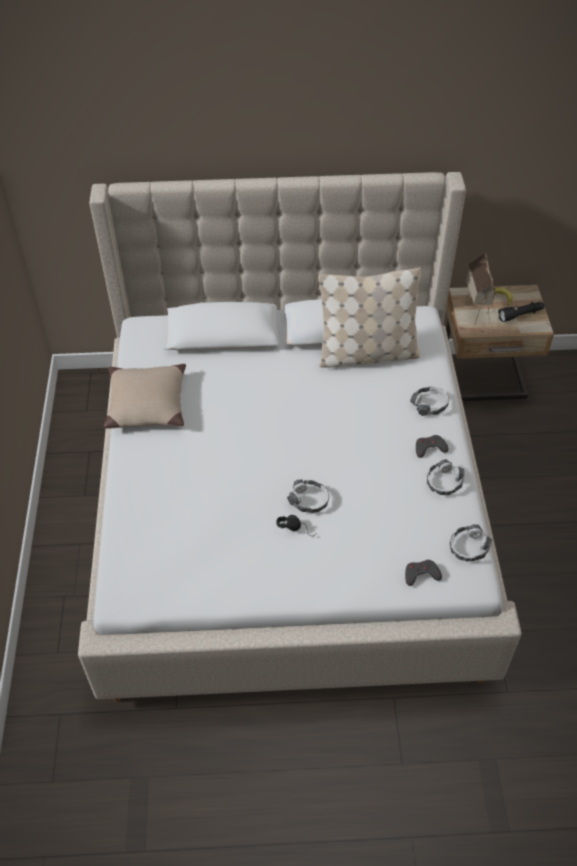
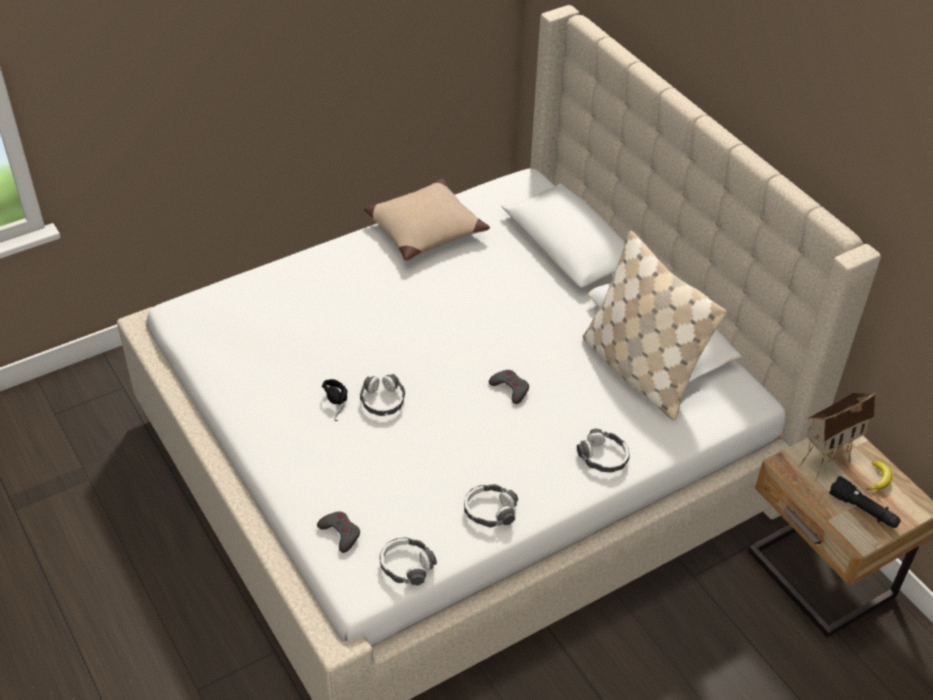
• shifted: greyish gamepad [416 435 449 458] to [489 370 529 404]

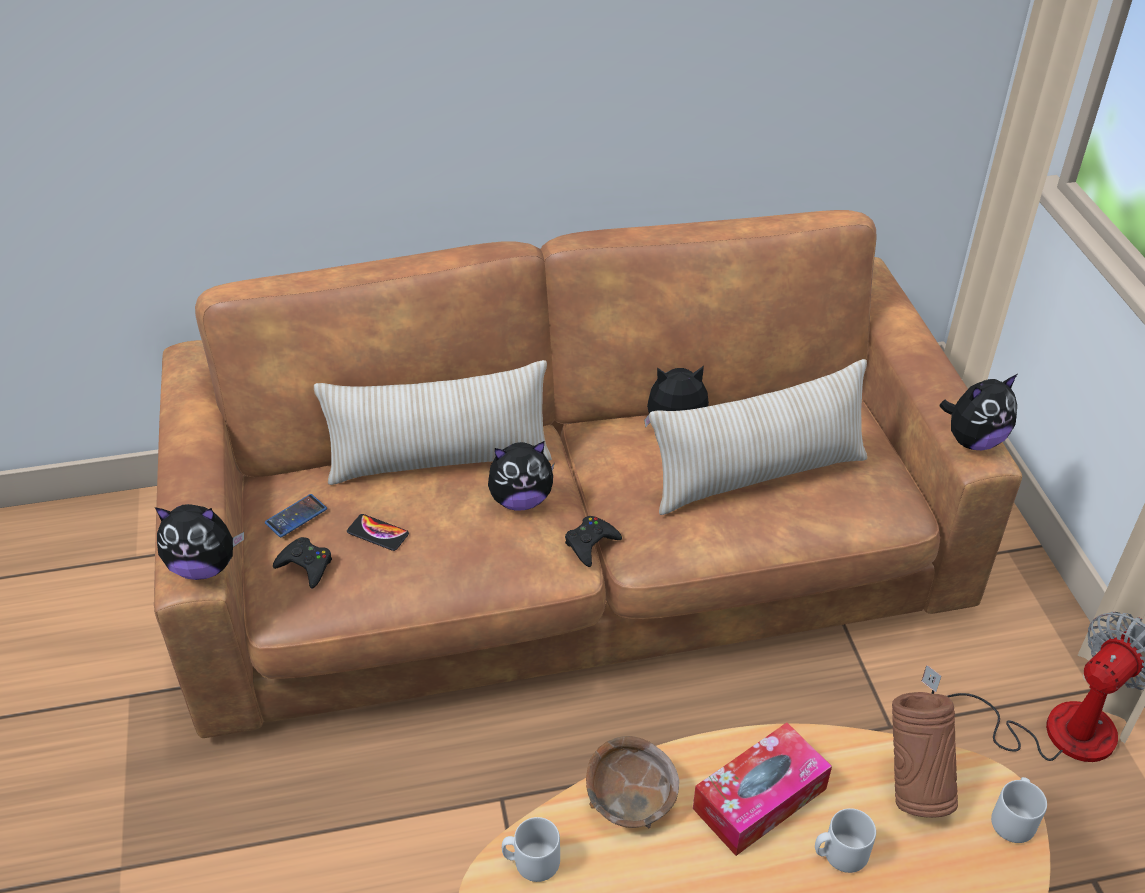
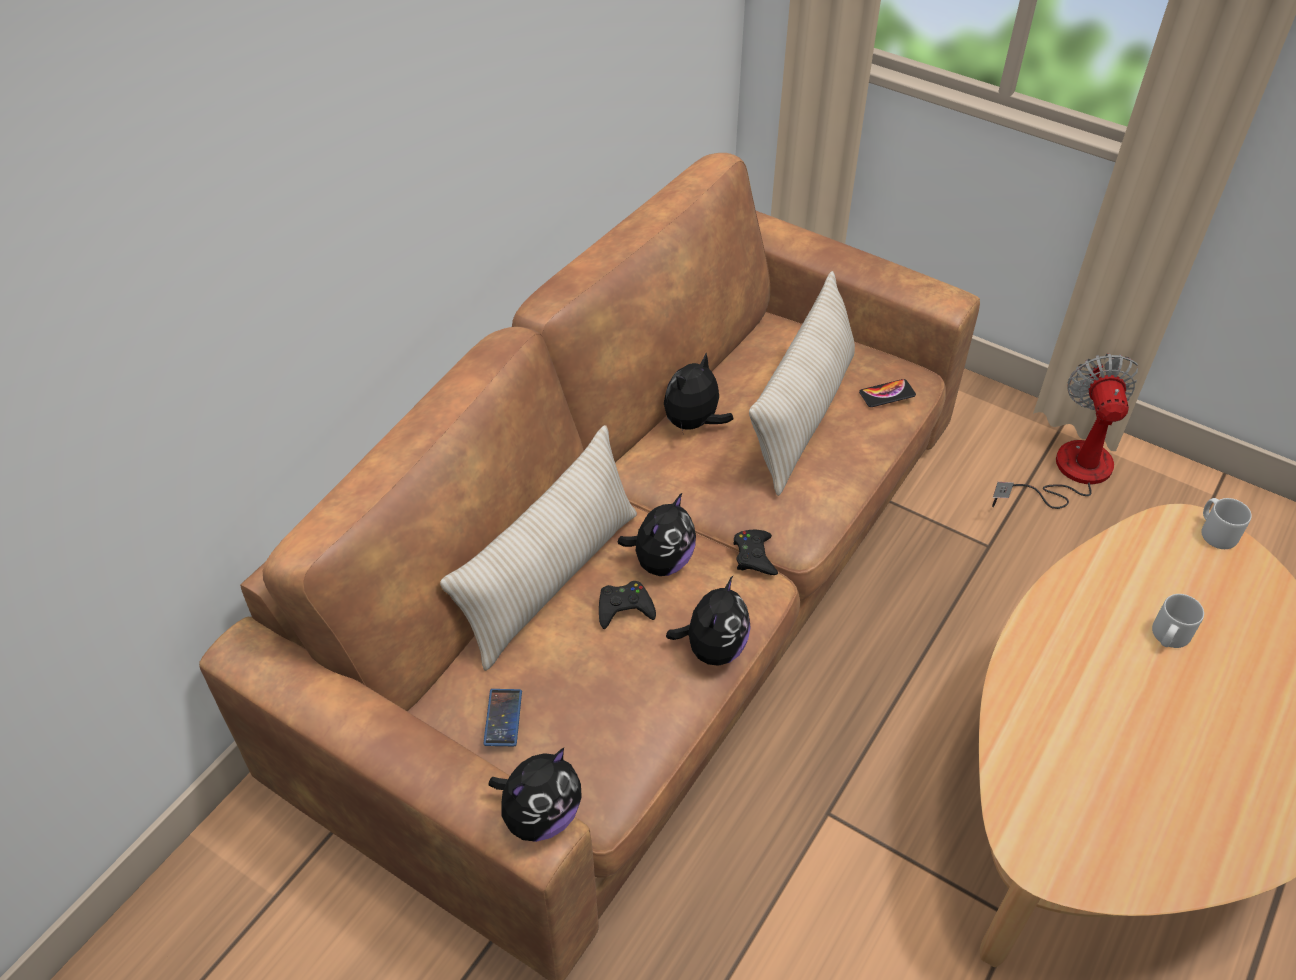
• shifted: black-coloured gamepad [273 537 332 589] to [599 581 656 629]
• shifted: plush toy [940 374 1017 450] to [666 576 751 666]
• shifted: phone [347 514 409 551] to [859 379 916 407]
• gone: greyish tea mug [502 817 560 882]
• gone: brownish bowl [586 736 679 828]
• gone: tissue holder [693 723 832 856]
• gone: brownish flower vase [892 692 958 818]

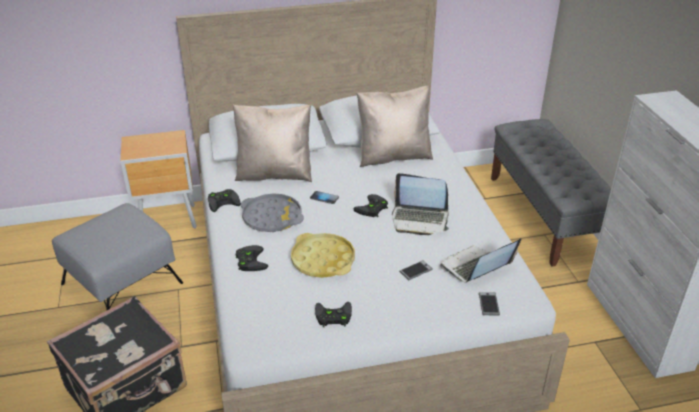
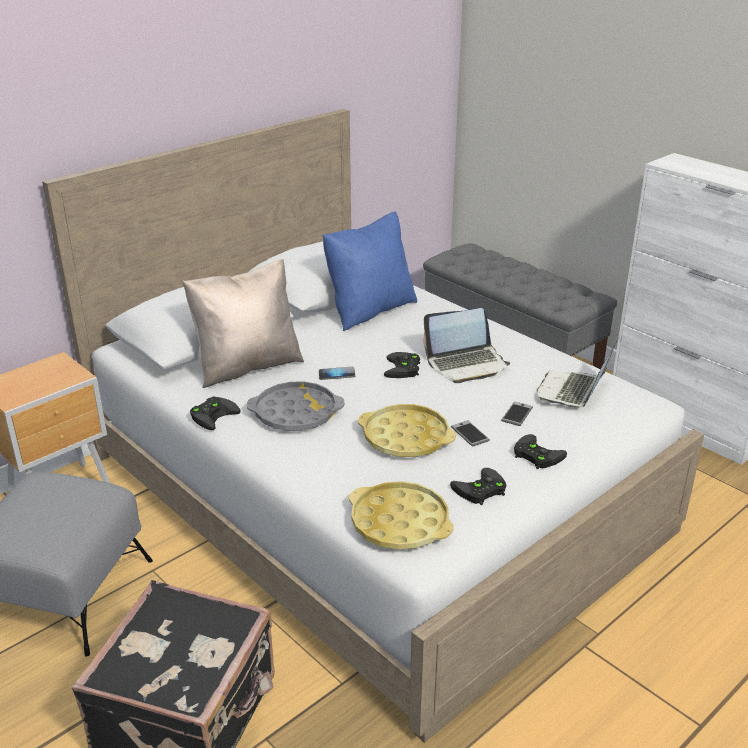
• repainted: beige cushion [357 86 433 167] to blue-coloured cushion [323 212 417 331]
• new: yellow-coloured tray [349 481 454 550]
• shifted: phone [479 292 500 315] to [451 421 490 447]
• shifted: black-coloured gamepad [236 245 268 271] to [514 434 567 469]

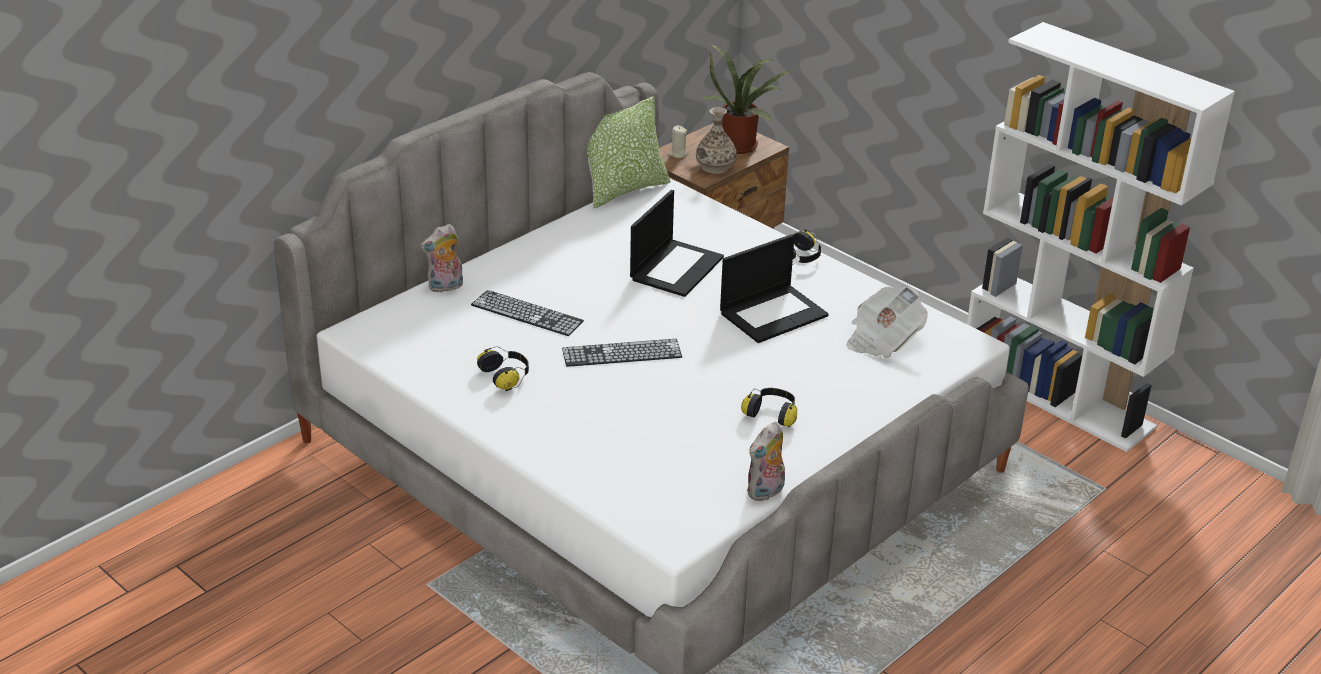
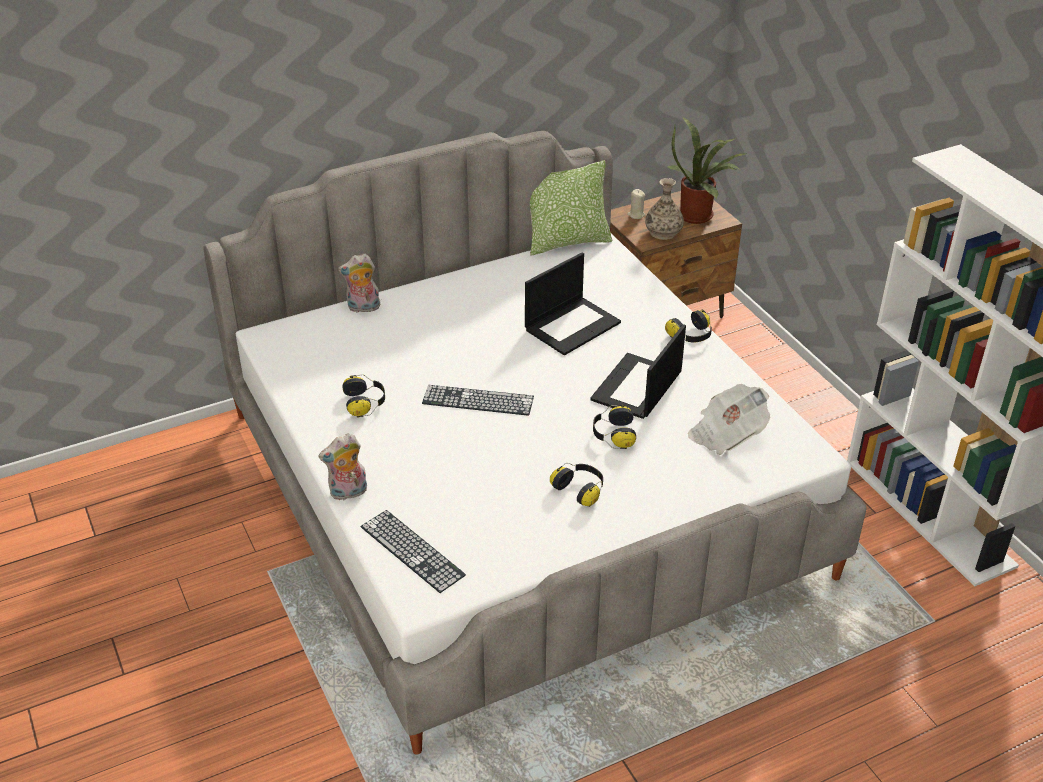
• shifted: plush toy [747 422 785 501] to [318 433 367 501]
• shifted: keyboard [471 290 584 336] to [360 510 466 593]
• rotated: portable computer [720 234 829 343] = [590 324 686 419] 135 degrees clockwise
• new: pair of headphones [593 405 636 449]

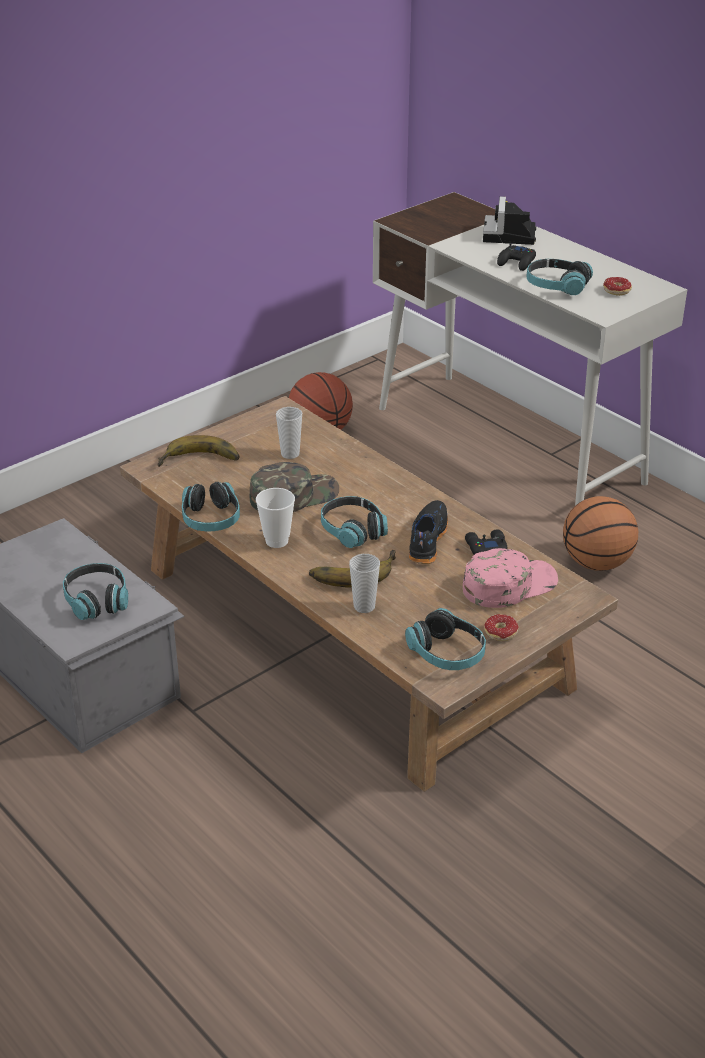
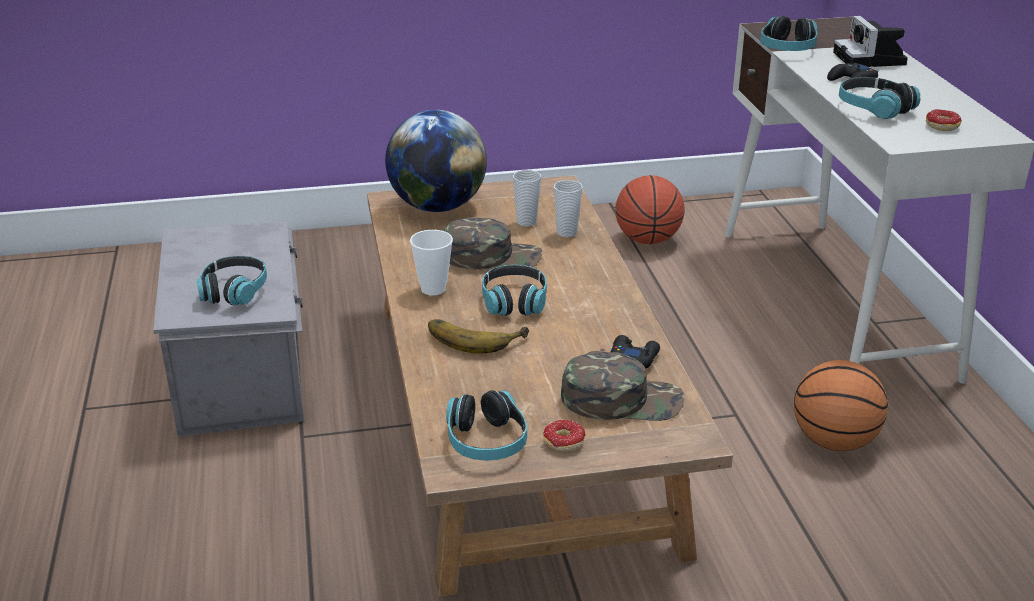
• swapped: whole banana [158 435 239 467] to desk globe [385 110 487 212]
• shifted: small cup [349 554 380 613] to [554 180 583 237]
• repainted: pink cap [463 548 558 608] to greenish cap [561 351 684 421]
• shifted: pair of headphones [182 482 240 532] to [760 15 818 51]
• rotated: photo camera [483 196 536 245] = [833 16 908 67] 45 degrees counterclockwise
• gone: black-coloured low shoe [409 500 448 564]

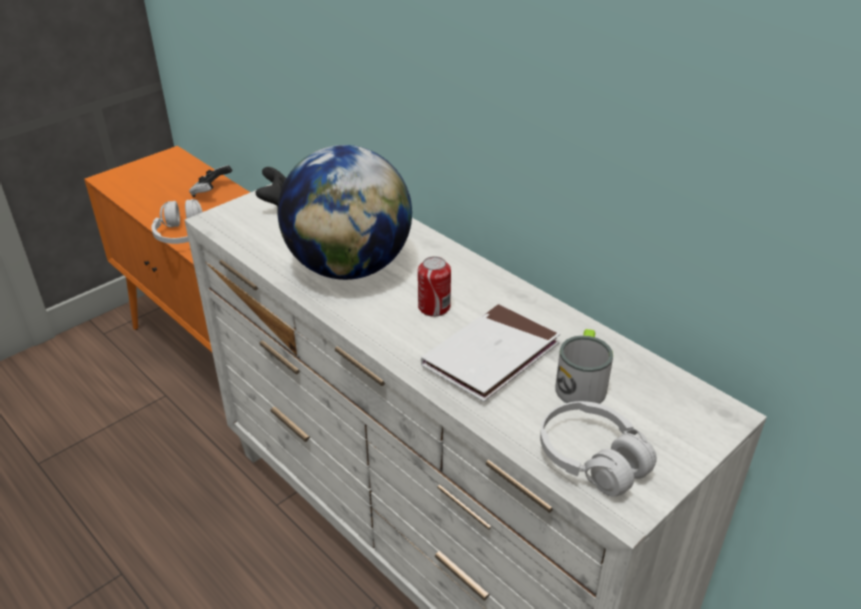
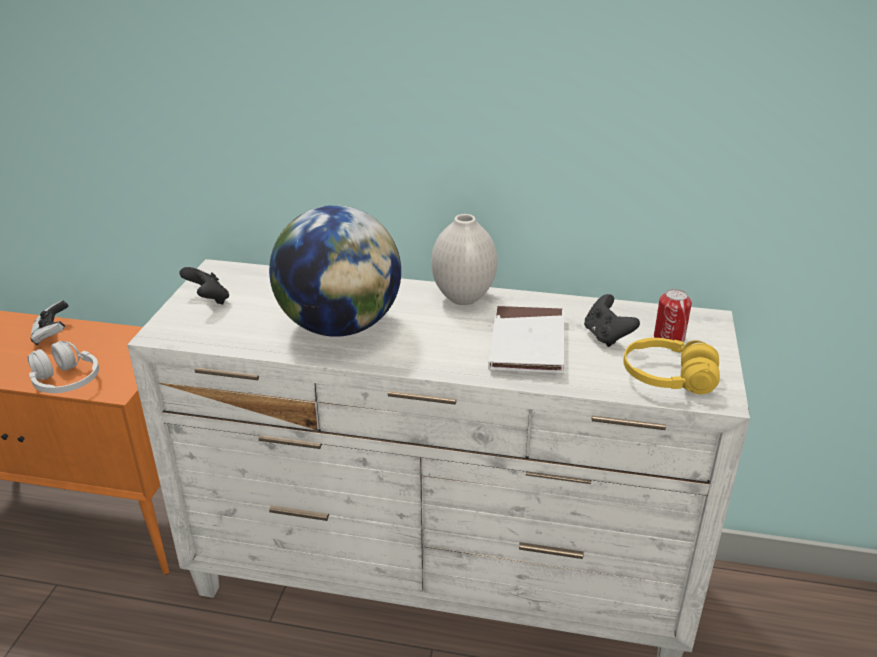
• new: white flower vase [431 214 497 305]
• swapped: tea mug [555 329 613 404] to black-coloured gamepad [584 294 640 347]
• repainted: white pair of headphones [540 401 657 497] to yellow-coloured pair of headphones [623 338 720 394]
• shifted: sealed can [418 256 451 317] to [654 289 692 342]

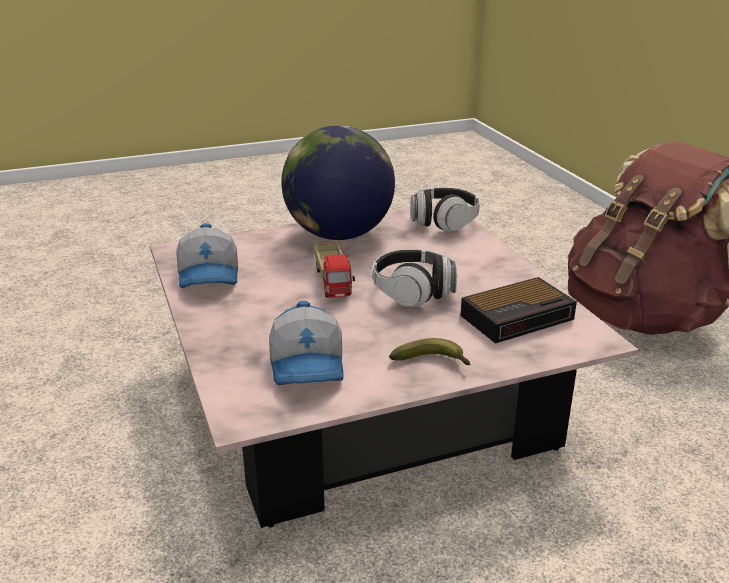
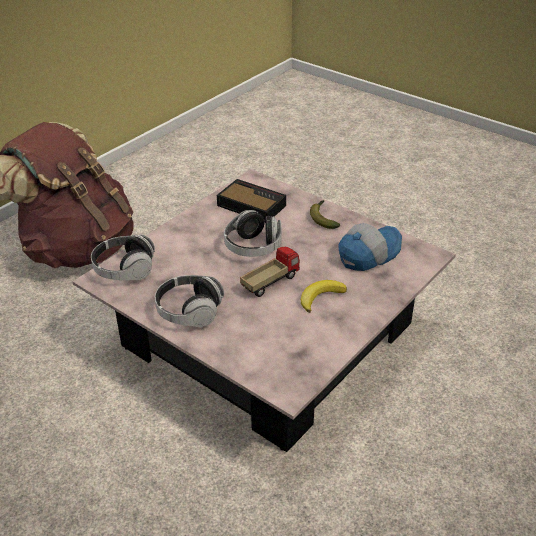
• swapped: desk globe [281 125 395 240] to pair of headphones [155 275 224 327]
• new: whole banana [301 280 347 313]
• gone: cap [176 223 238 288]

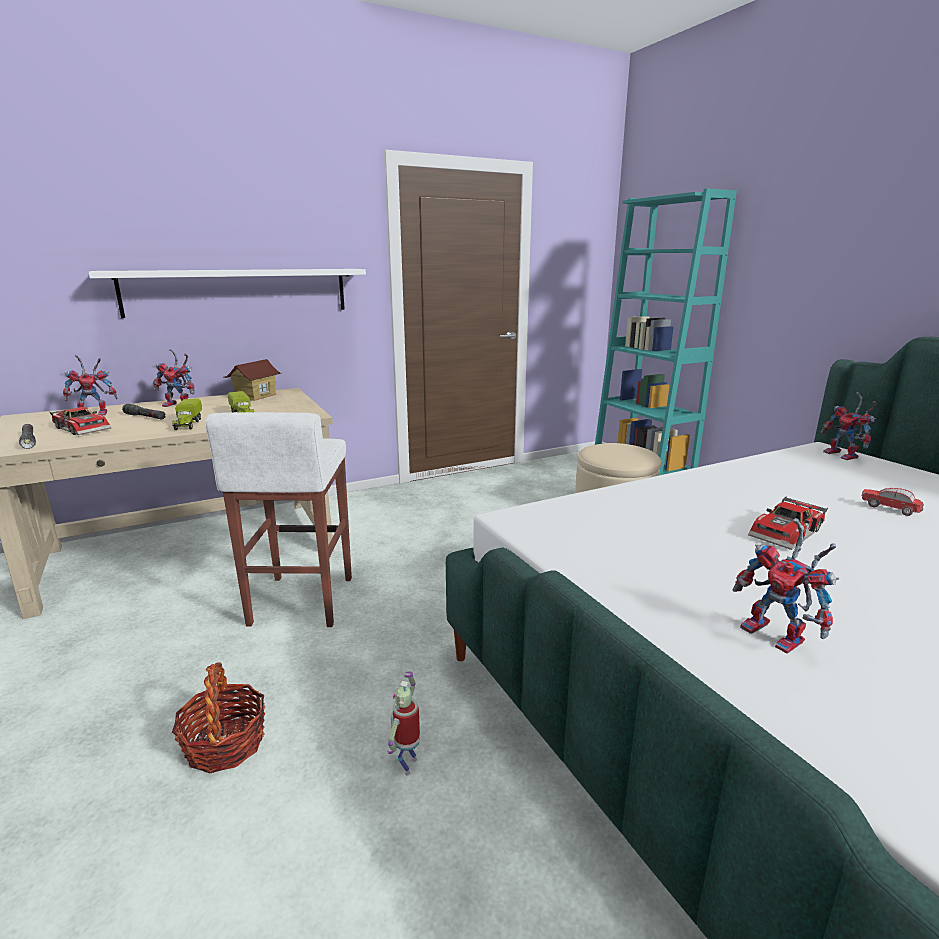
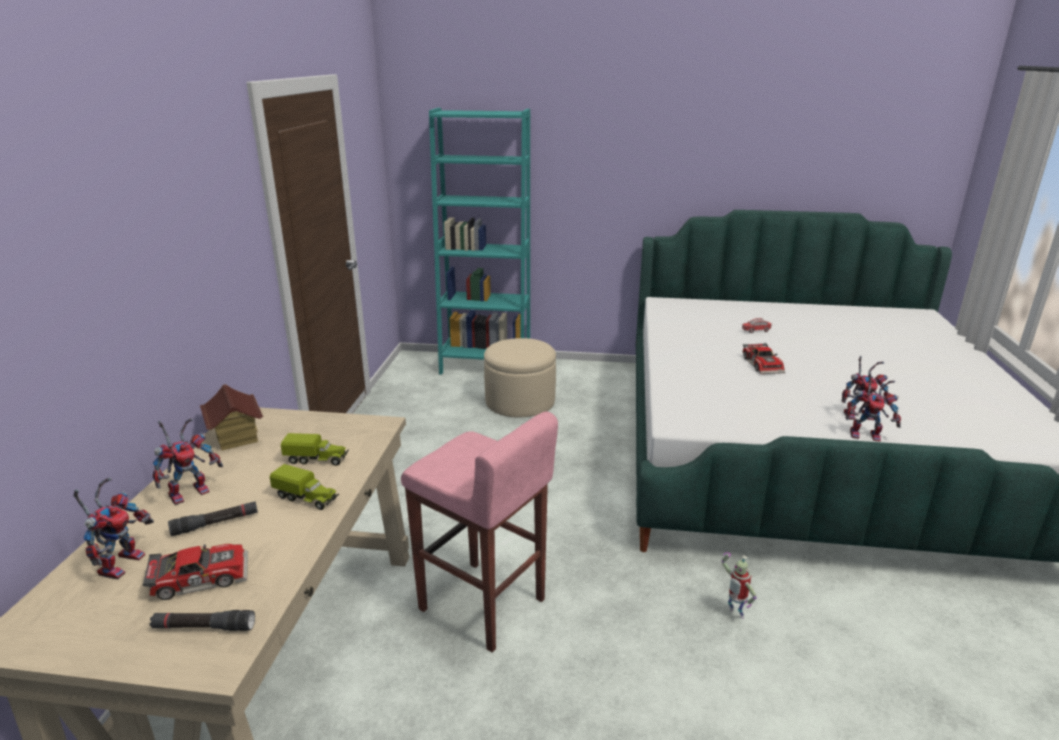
• repainted: white stool seat [205 412 352 627] to pink stool seat [401 411 558 653]
• shifted: robot figure [821 392 877 460] to [846 372 901 442]
• gone: white bracket shelf [88 269 366 318]
• gone: basket [172 663 266 774]

